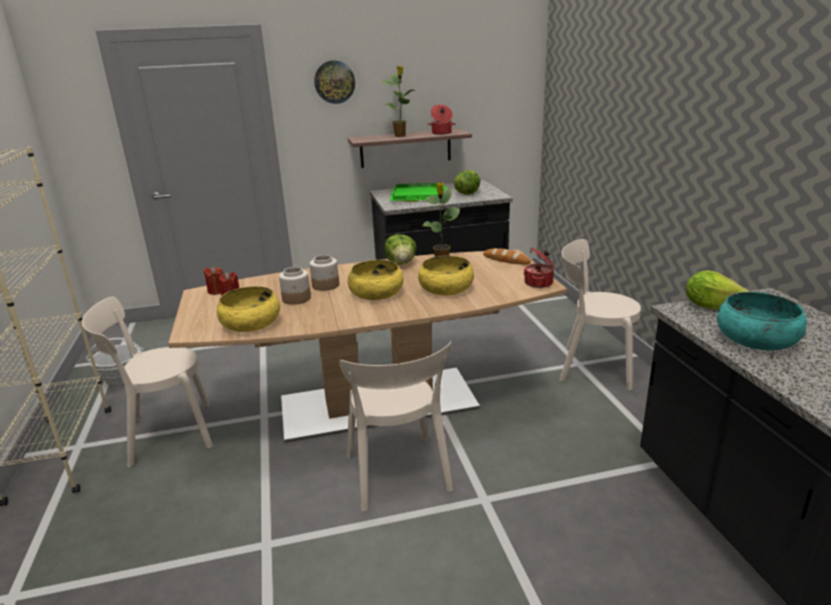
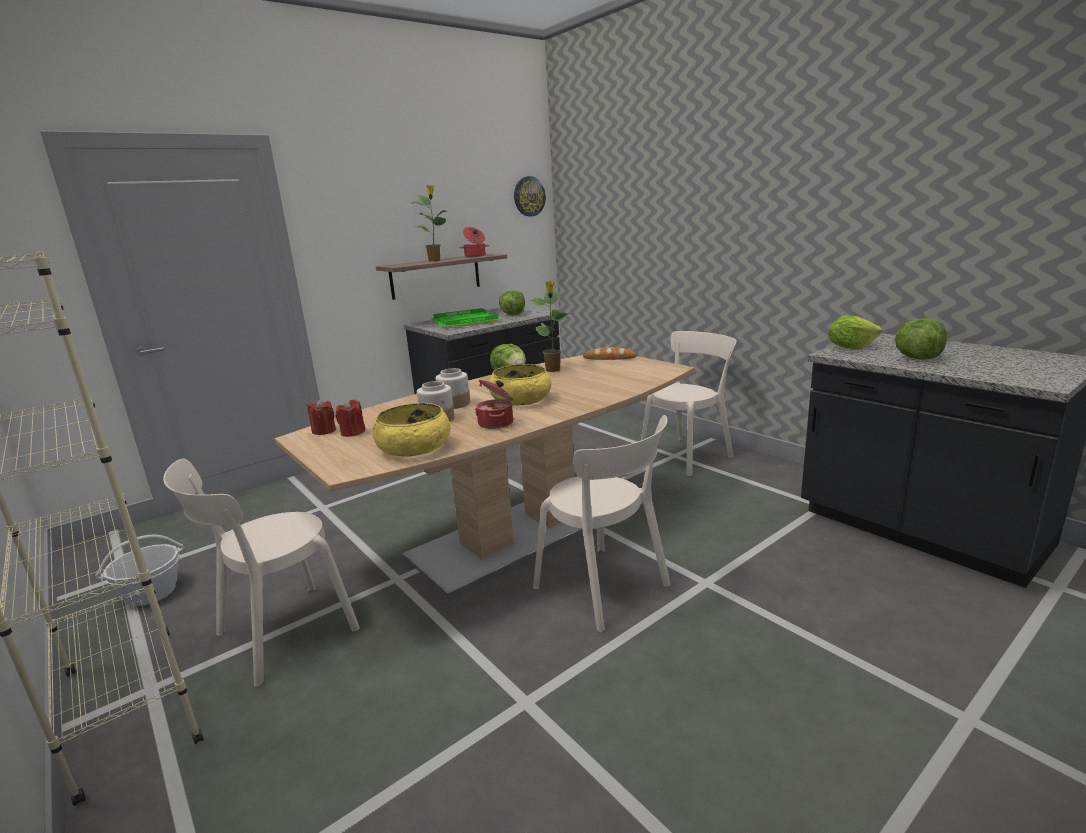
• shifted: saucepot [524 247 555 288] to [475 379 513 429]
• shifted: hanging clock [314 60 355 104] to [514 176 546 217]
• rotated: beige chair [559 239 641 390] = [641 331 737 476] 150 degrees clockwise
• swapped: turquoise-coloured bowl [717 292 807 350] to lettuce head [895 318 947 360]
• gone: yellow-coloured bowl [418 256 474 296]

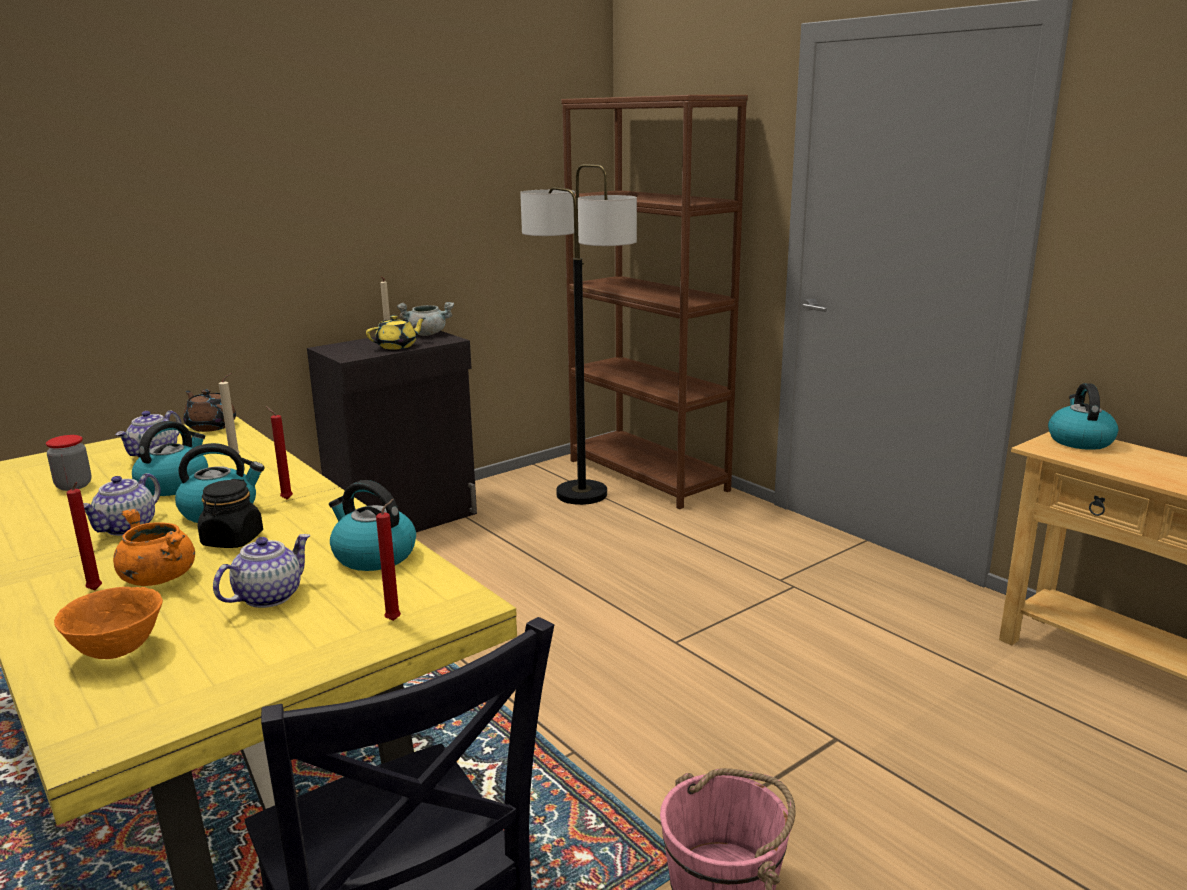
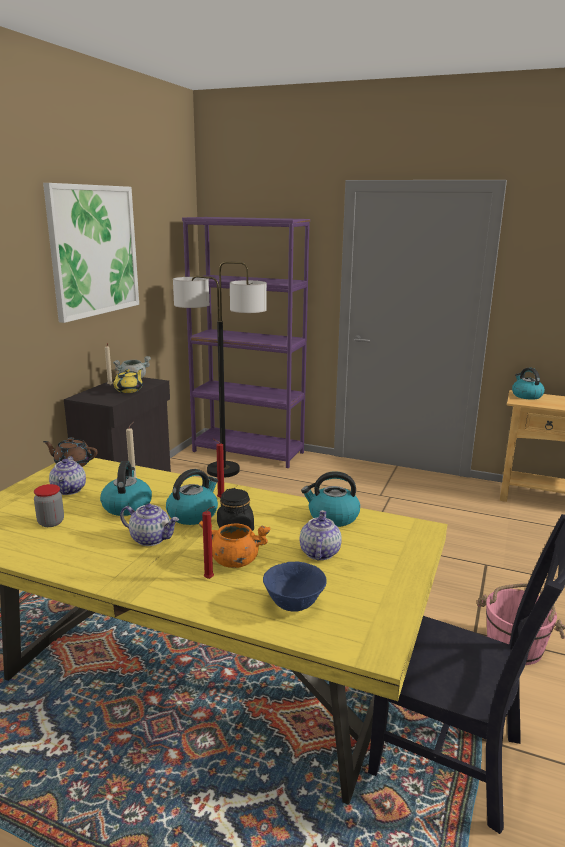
• new: picture [43 183 139 323]
• rotated: pot for tea [83 473 161 536] = [120 504 179 546] 60 degrees counterclockwise
• repainted: brownish bookshelf [561 95 748 509] to purplish bookshelf [182 217 310 468]
• repainted: orange bowl [54 587 163 659] to blue-coloured bowl [263 561 327 612]
• gone: red-coloured wax candle [376 499 401 621]

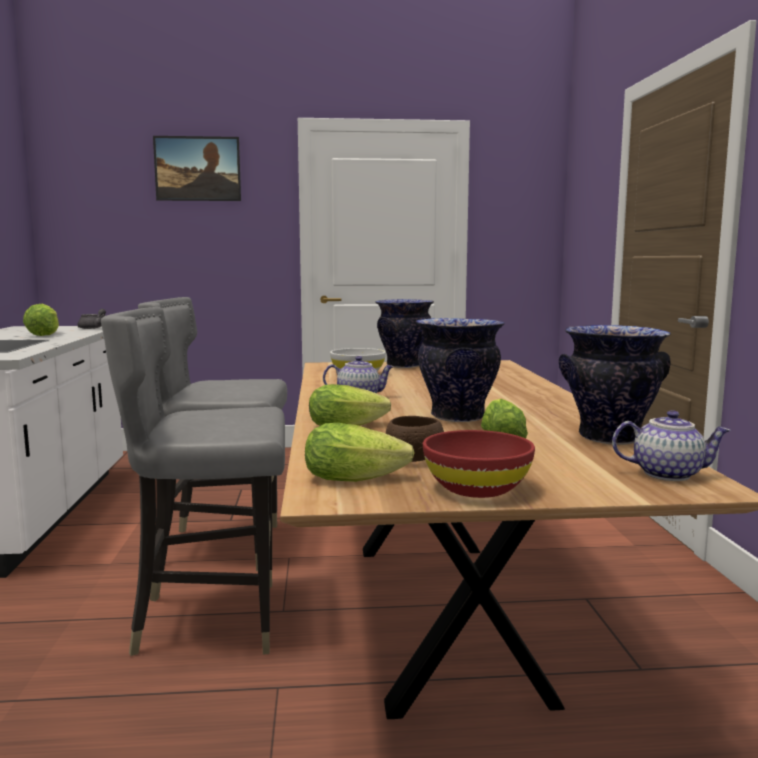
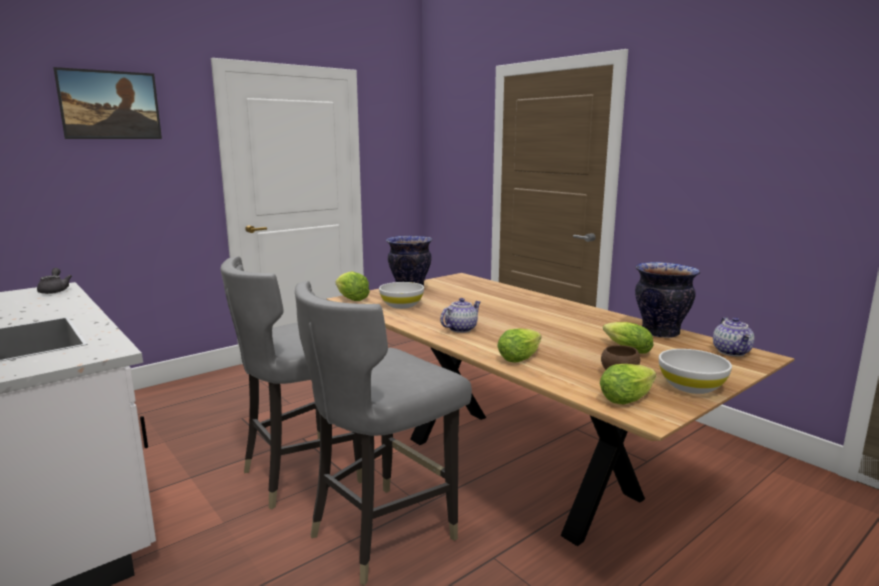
• shifted: lettuce head [23 304 59 336] to [336 271 370 301]
• repainted: red-coloured bowl [423 430 535 498] to white bowl [659 349 732 394]
• rotated: pot for tea [612 410 731 481] = [713 317 754 356] 120 degrees clockwise
• gone: flower vase [416 318 505 422]

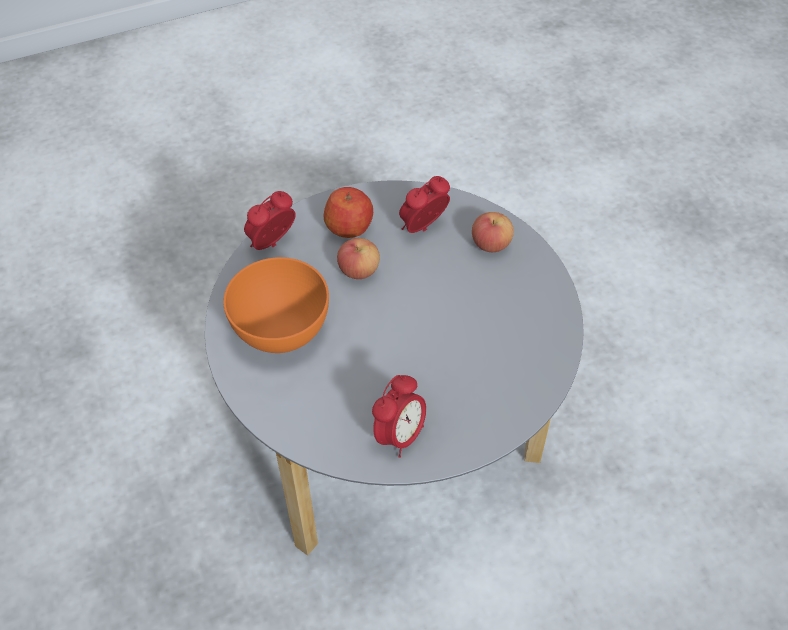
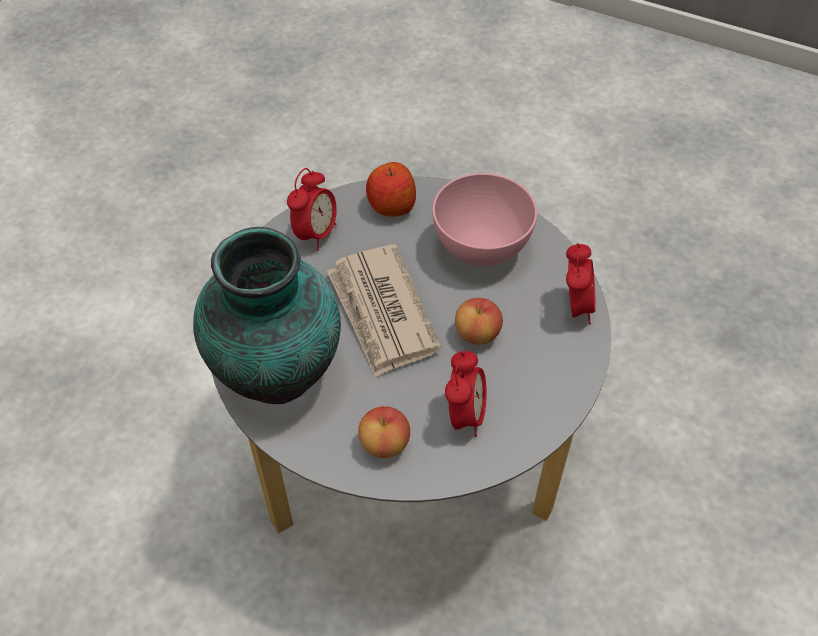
• new: flower vase [193 227 341 404]
• rotated: alarm clock [372 375 426 458] = [287 168 337 251] 150 degrees counterclockwise
• new: printed paper [327 244 441 377]
• shifted: whole apple [324 187 373 238] to [366 162 416 217]
• repainted: orange bowl [223 257 329 353] to pink bowl [432 173 537 266]

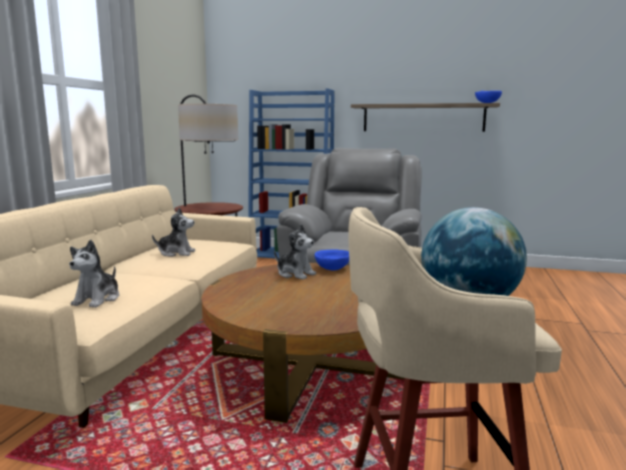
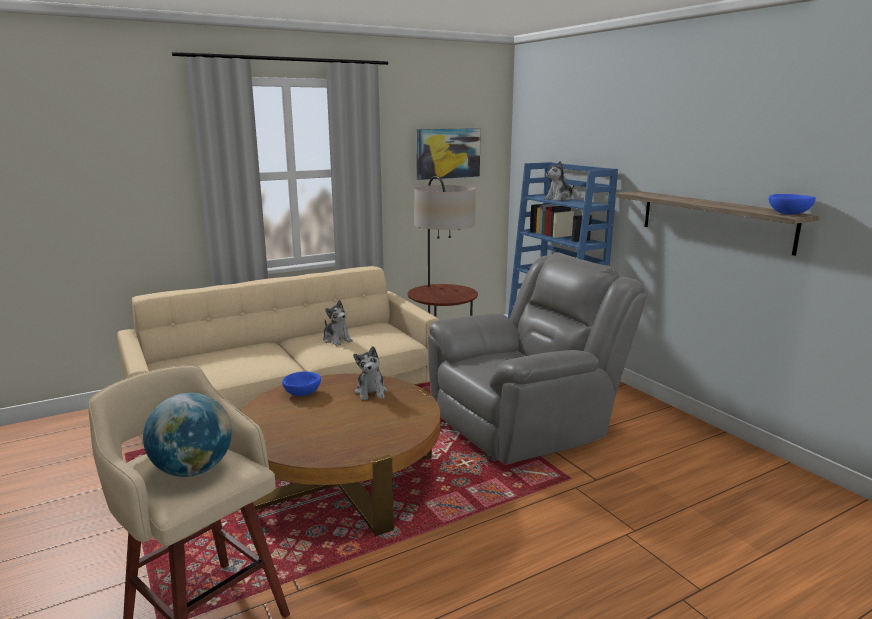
• shifted: blue-coloured bowl [315 250 349 271] to [282 371 321 396]
• new: picture [416 128 481 180]
• shifted: plush toy [69 240 119 308] to [544 161 575 201]

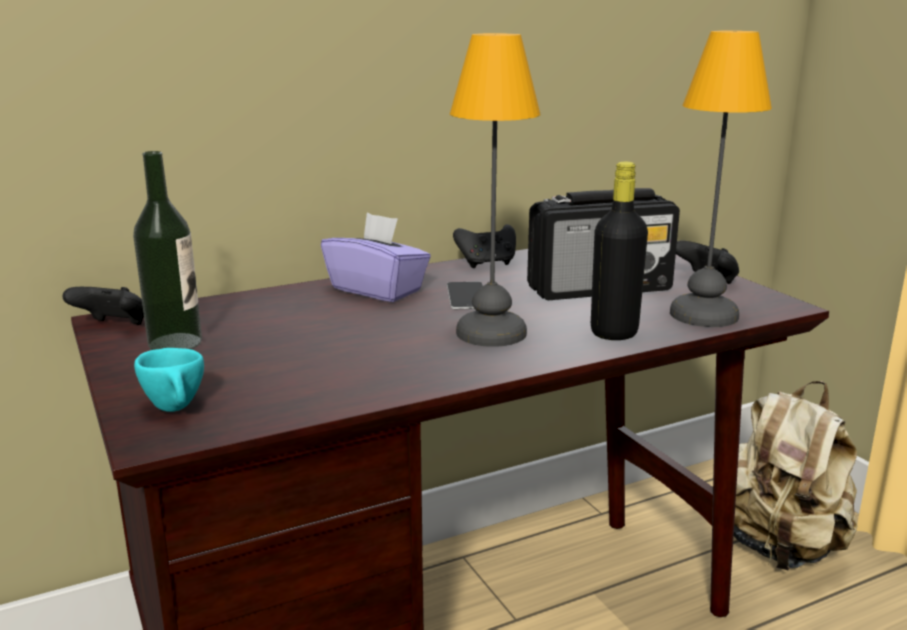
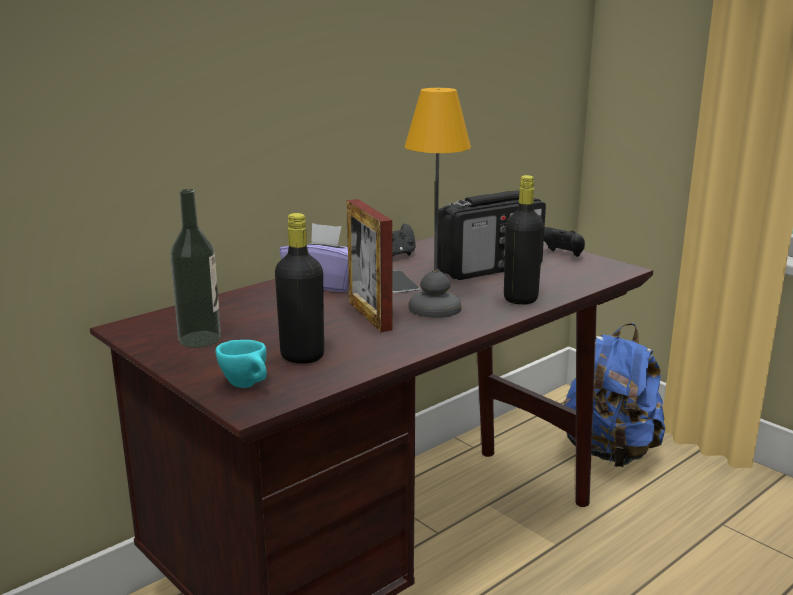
• new: black-coloured beverage bottle [275 213 324 364]
• new: picture frame [347 199 393 332]
• repainted: beige rucksack [734 381 857 571] to blue-coloured rucksack [564 323 665 467]
• gone: black-coloured gamepad [63 287 144 325]
• gone: table lamp [670 30 772 327]

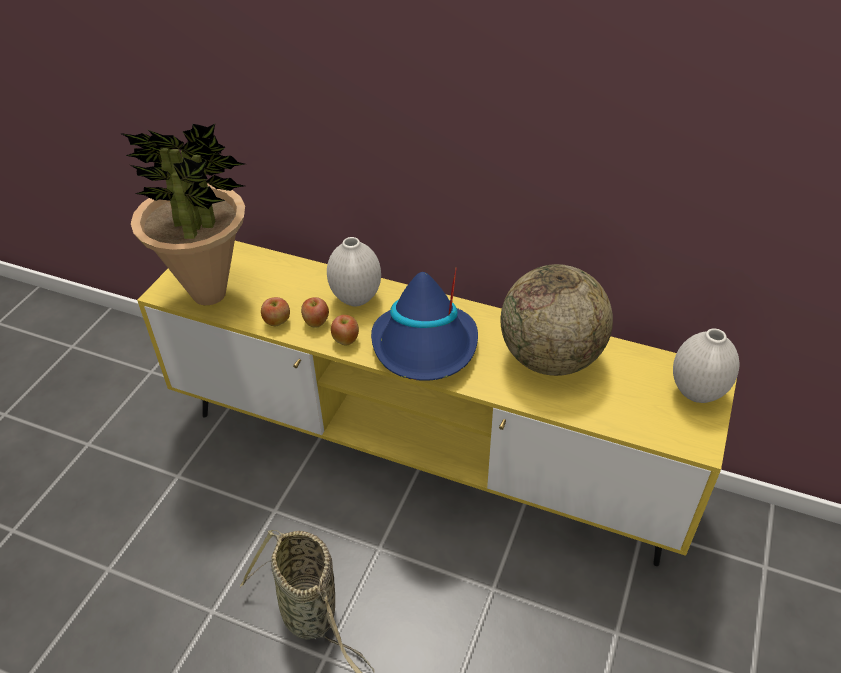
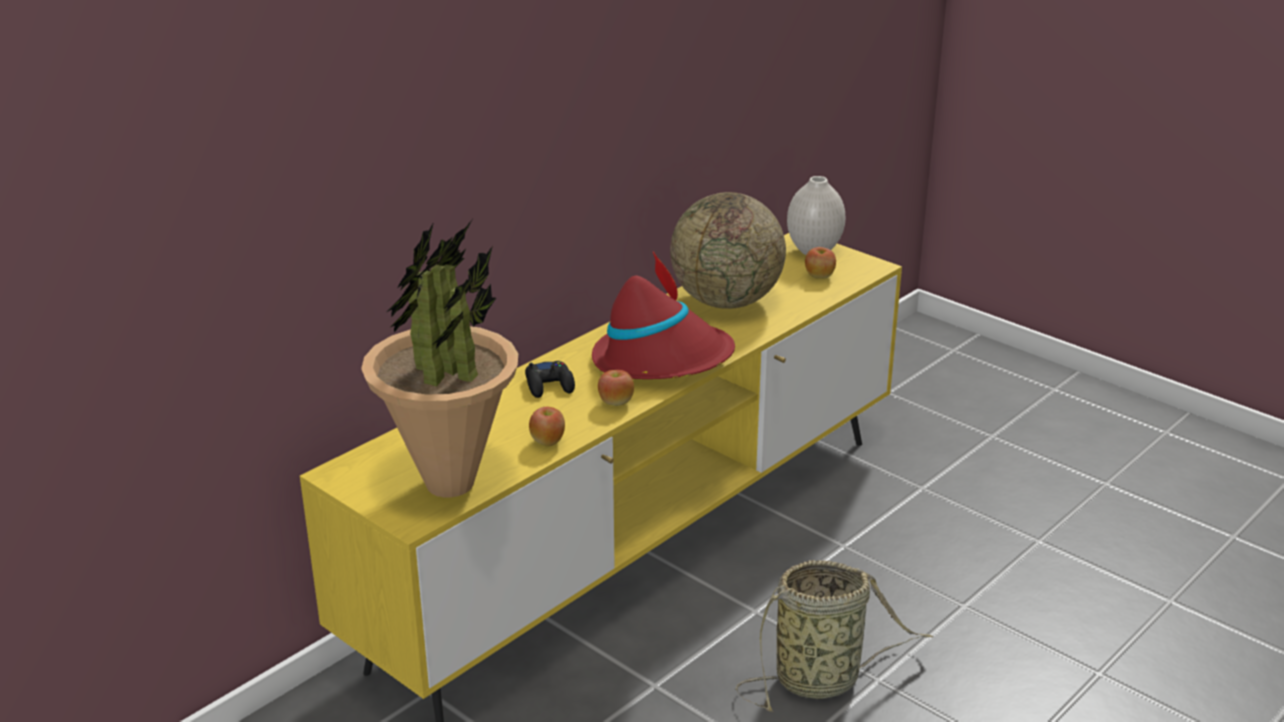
• swapped: white flower vase [327 237 381 307] to black-coloured gamepad [525 361 575 398]
• repainted: blue-coloured wearable hat [371 267 478 381] to red-coloured wearable hat [592 251 735 379]
• shifted: whole apple [301 297 329 328] to [805 247 836 279]

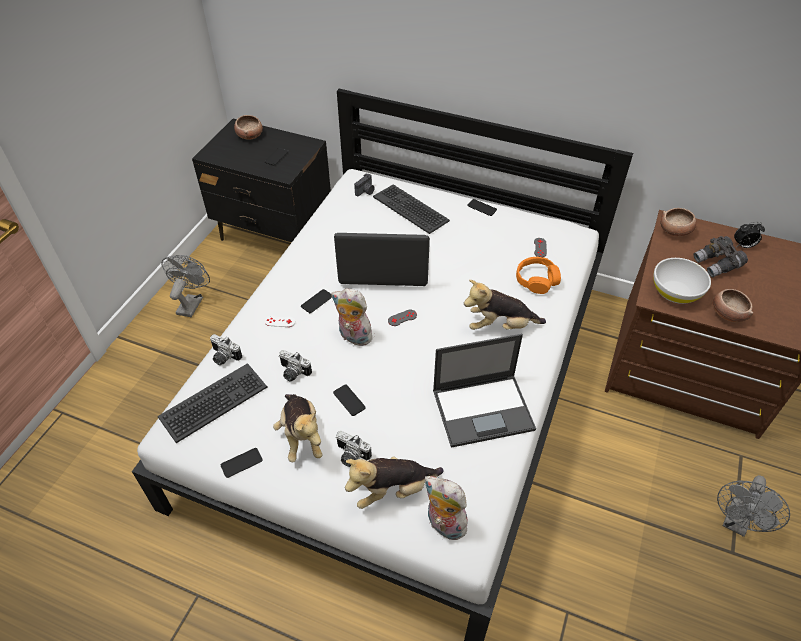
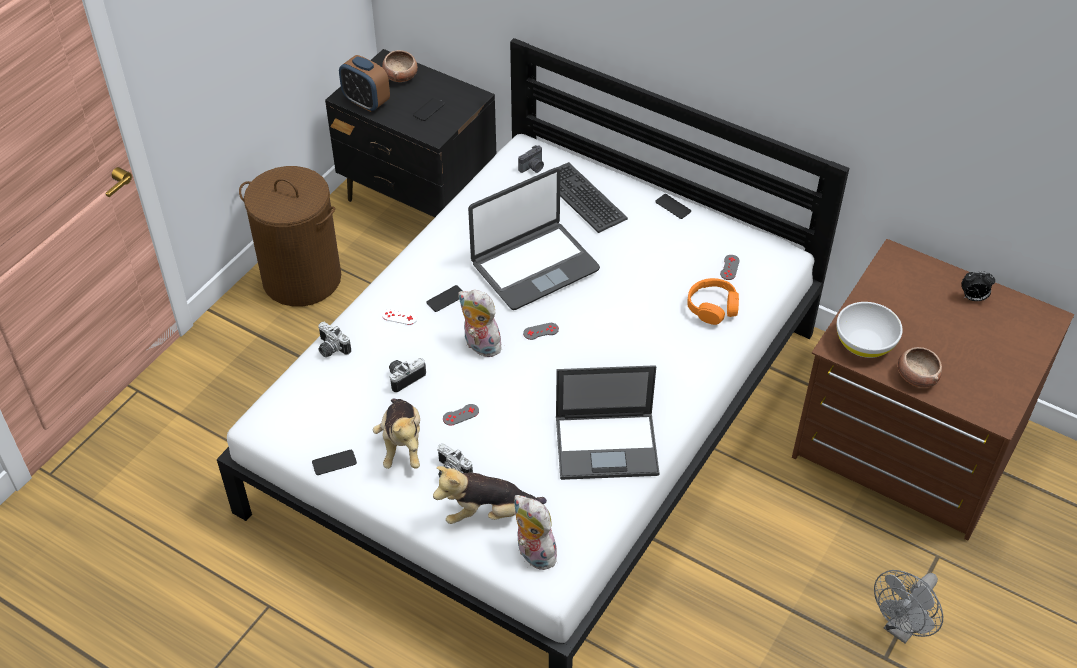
• swapped: greyish electric fan [161 255 210 317] to brownish washing basket [239 166 341 306]
• new: alarm clock [339 55 390 112]
• rotated: photo camera [279 350 312 381] = [389 358 426 393] 105 degrees clockwise
• swapped: phone [333 384 366 416] to greyish gamepad [443 404 479 426]
• rotated: portable computer [334 233 430 286] = [468 168 600 310] 135 degrees clockwise
• gone: keyboard [158 363 267 443]
• gone: plush toy [464 280 546 330]
• gone: bowl [661 208 696 237]
• gone: greyish binoculars [693 236 748 277]

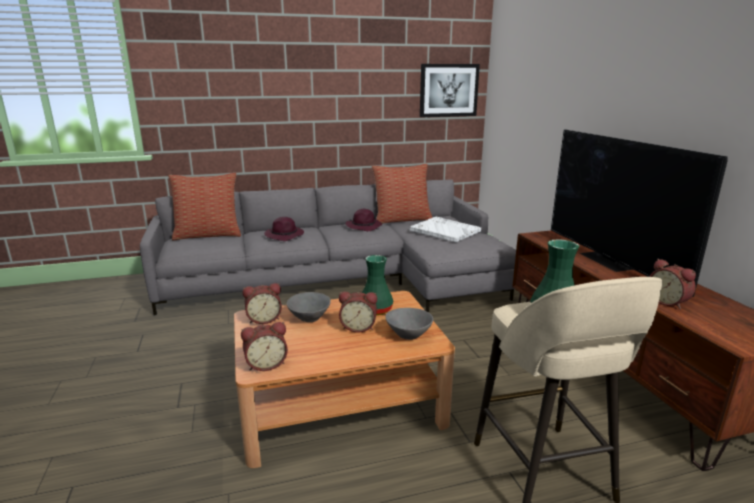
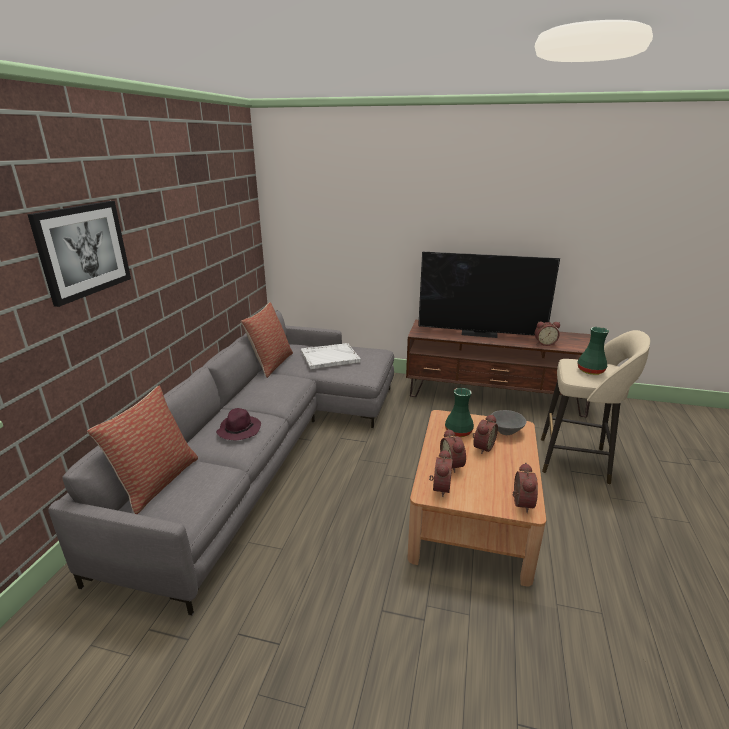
• shifted: picture [420 64 480 117] to [27 201 131 307]
• swapped: greyish bowl [287 292 331 322] to alarm clock [440 429 466 473]
• gone: purplish wearable hat [345 209 382 231]

